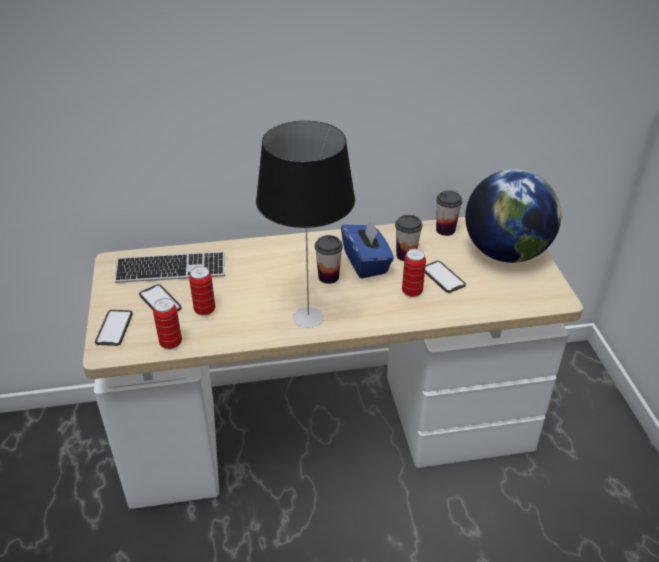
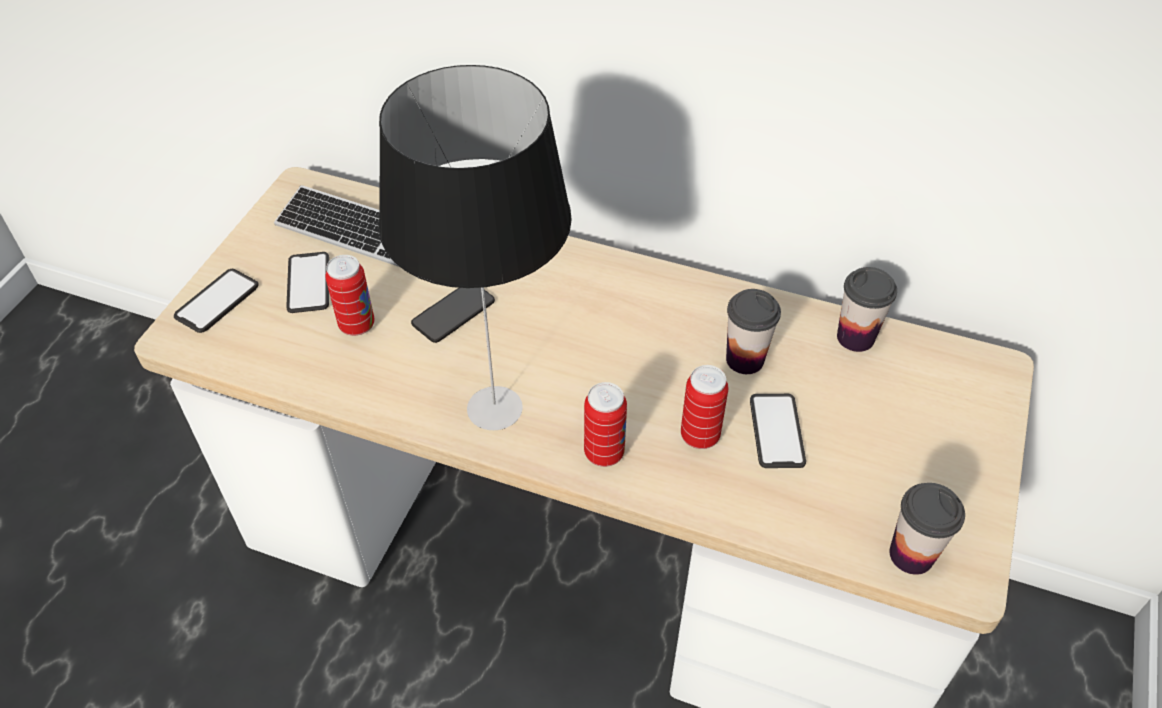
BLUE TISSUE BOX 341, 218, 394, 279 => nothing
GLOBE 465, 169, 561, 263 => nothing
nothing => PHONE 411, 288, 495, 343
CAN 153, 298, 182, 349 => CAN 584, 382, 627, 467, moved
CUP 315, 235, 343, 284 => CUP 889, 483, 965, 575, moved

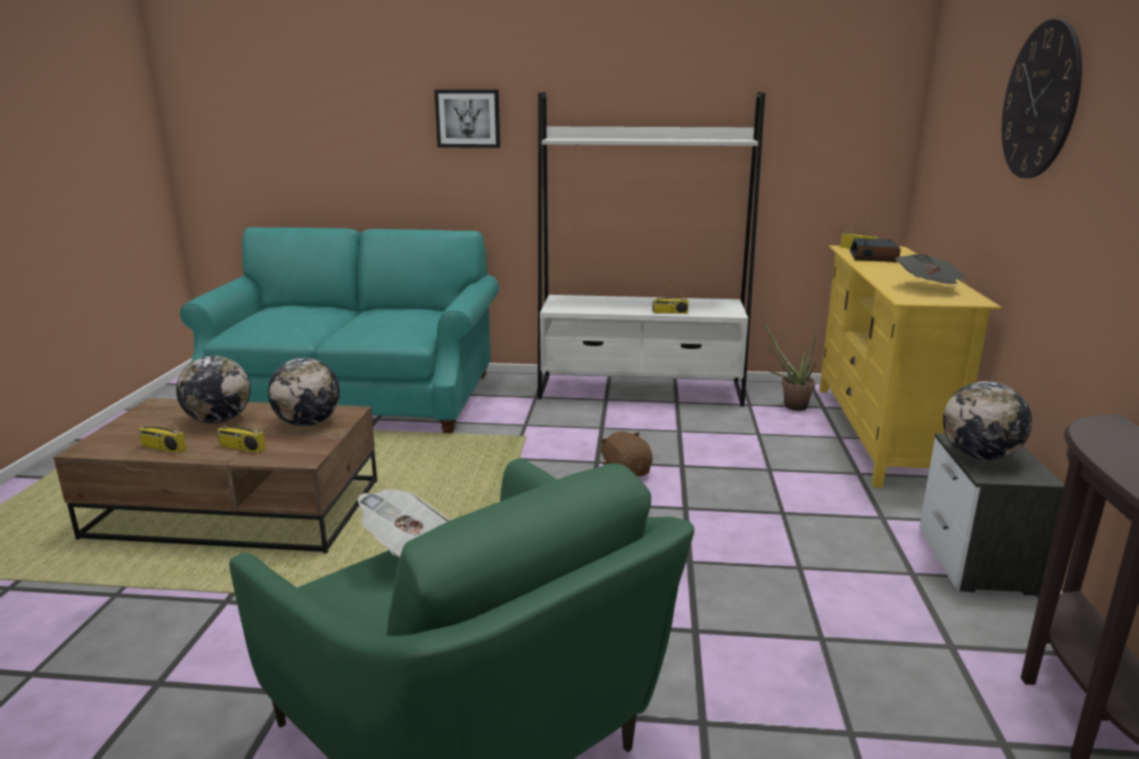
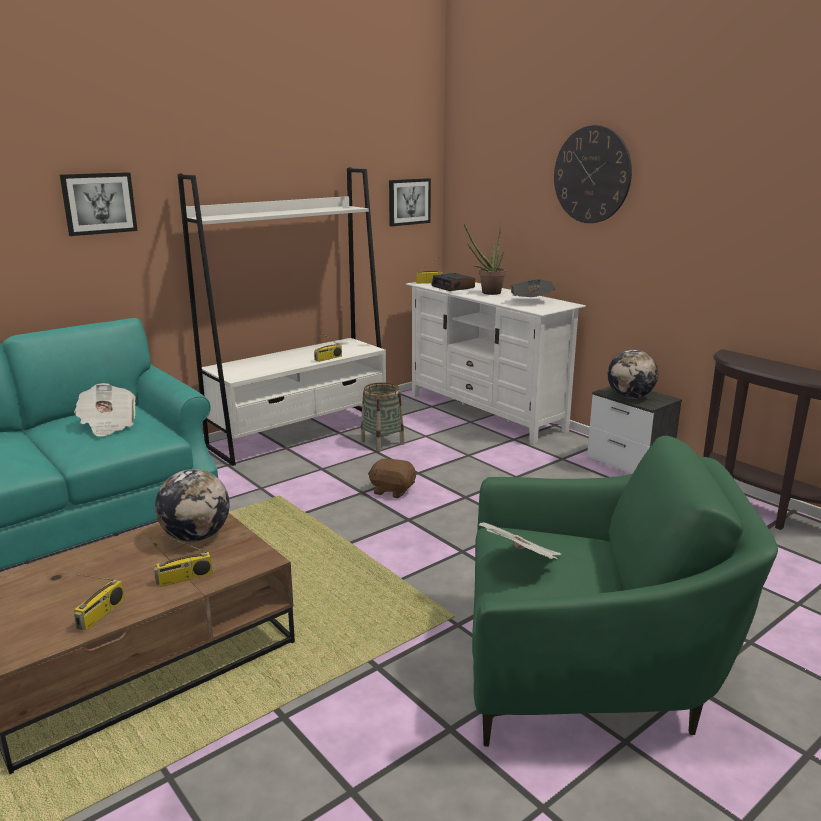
GLOBE 176, 356, 250, 424 => nothing
nothing => NEWSPAPER 74, 383, 136, 437
nothing => BASKET 360, 382, 405, 451
nothing => PICTURE 389, 178, 431, 226
POTTED PLANT 763, 322, 817, 411 => POTTED PLANT 464, 223, 506, 295, moved
YELLOW TV STAND 819, 245, 1002, 488 => WHITE TV STAND 406, 282, 586, 444
RADIO 139, 400, 186, 453 => RADIO 74, 574, 125, 631, 45 degrees counterclockwise

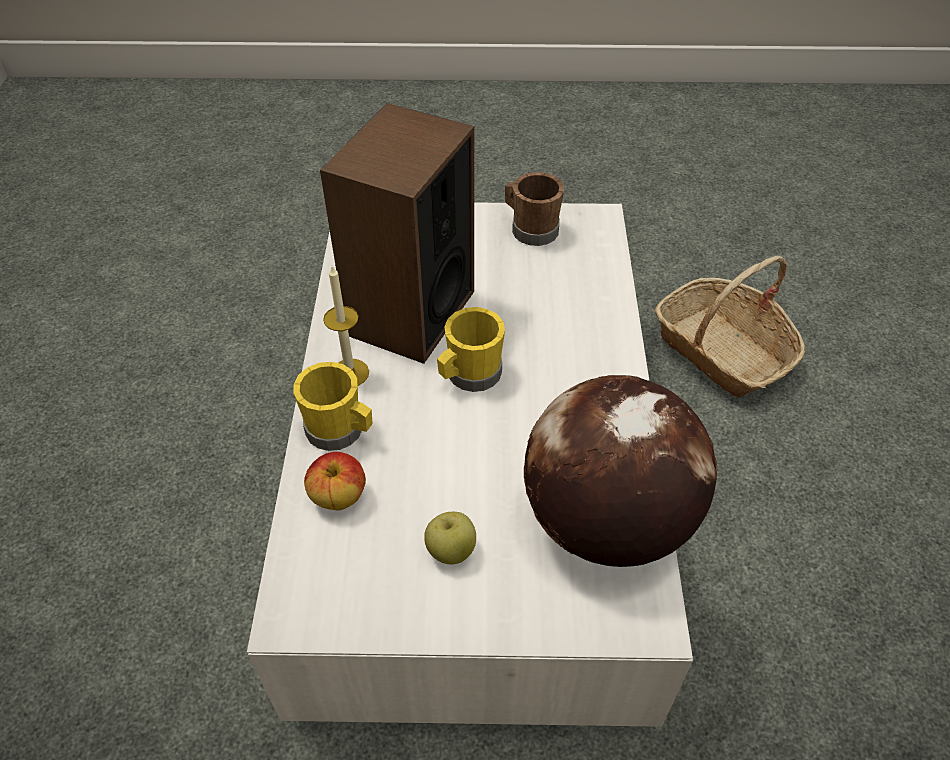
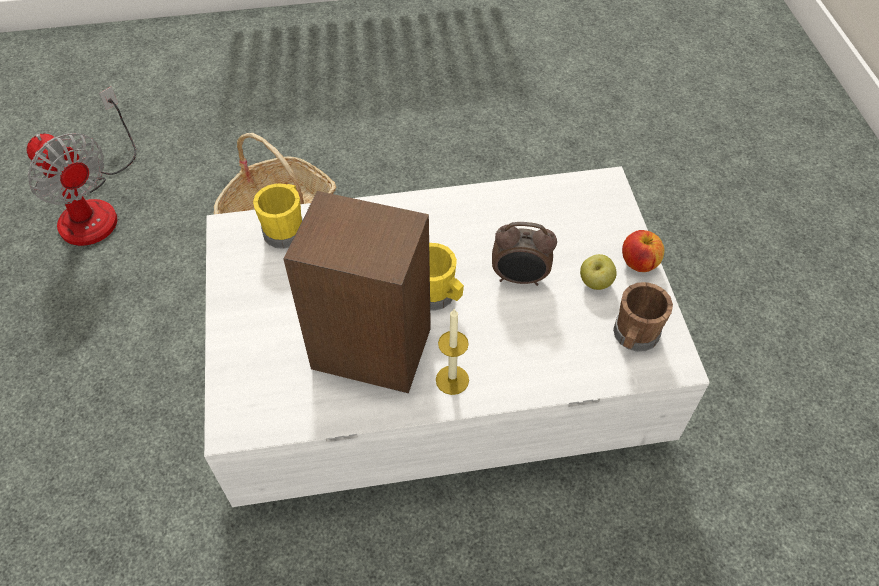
GLOBE 524, 375, 717, 567 => nothing
nothing => FAN 26, 87, 136, 246
nothing => ALARM CLOCK 492, 222, 557, 286
YELLOW MUG 293, 362, 373, 451 => YELLOW MUG 253, 183, 303, 249, moved
APPLE 304, 452, 366, 510 => APPLE 622, 230, 664, 272, moved
BROWN MUG 505, 172, 564, 246 => BROWN MUG 613, 282, 673, 352, moved

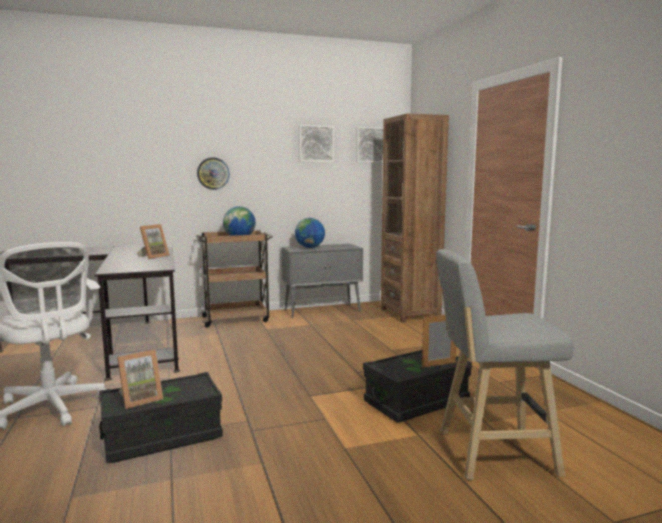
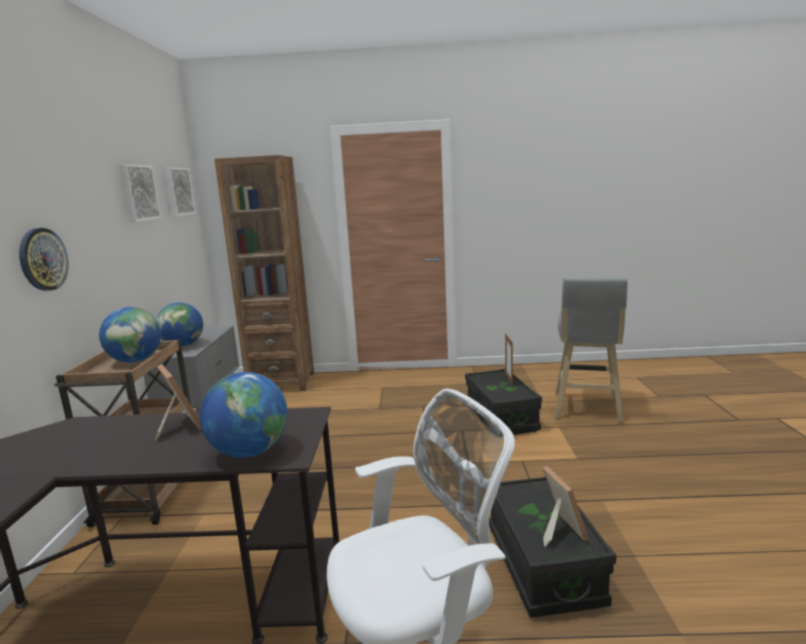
nothing => GLOBE 200, 372, 287, 458

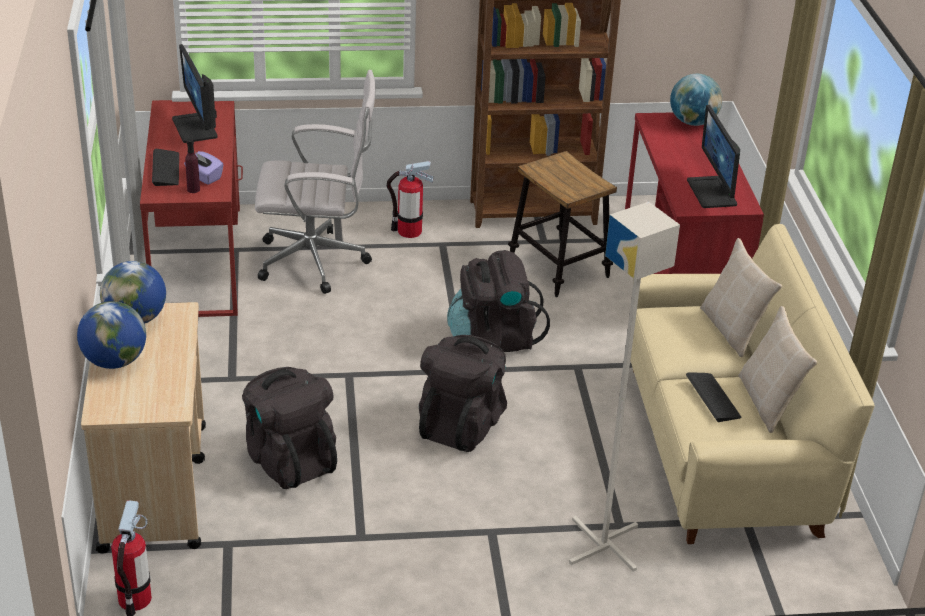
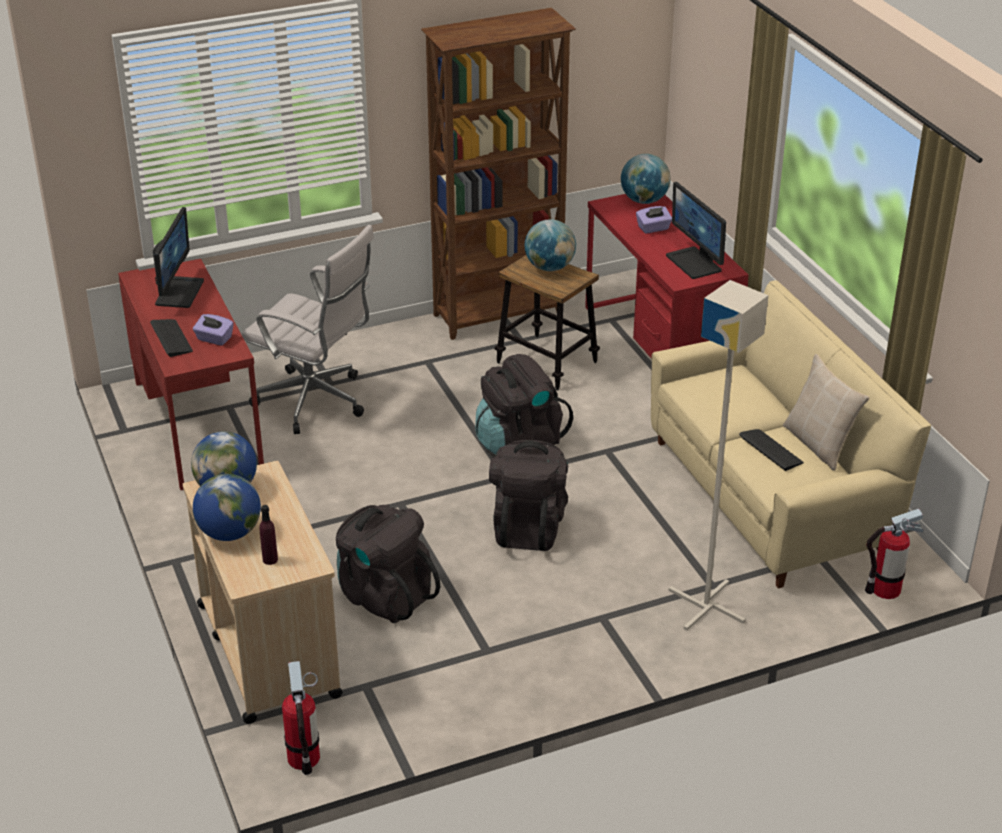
BEIGE PILLOW 700, 238, 782, 357 => nothing
nothing => GLOBE 525, 219, 576, 271
nothing => PURPLE TISSUE BOX 636, 206, 672, 234
PURPLE BOTTLE 185, 139, 200, 193 => PURPLE BOTTLE 259, 505, 278, 565, moved
FIRE EXTINGUISHER 387, 161, 433, 238 => FIRE EXTINGUISHER 865, 509, 924, 599, moved
MONITOR 172, 44, 218, 143 => MONITOR 153, 207, 204, 308, 135 degrees counterclockwise
WHITE OFFICE CHAIR 255, 70, 375, 294 => WHITE OFFICE CHAIR 241, 225, 374, 434, 45 degrees clockwise

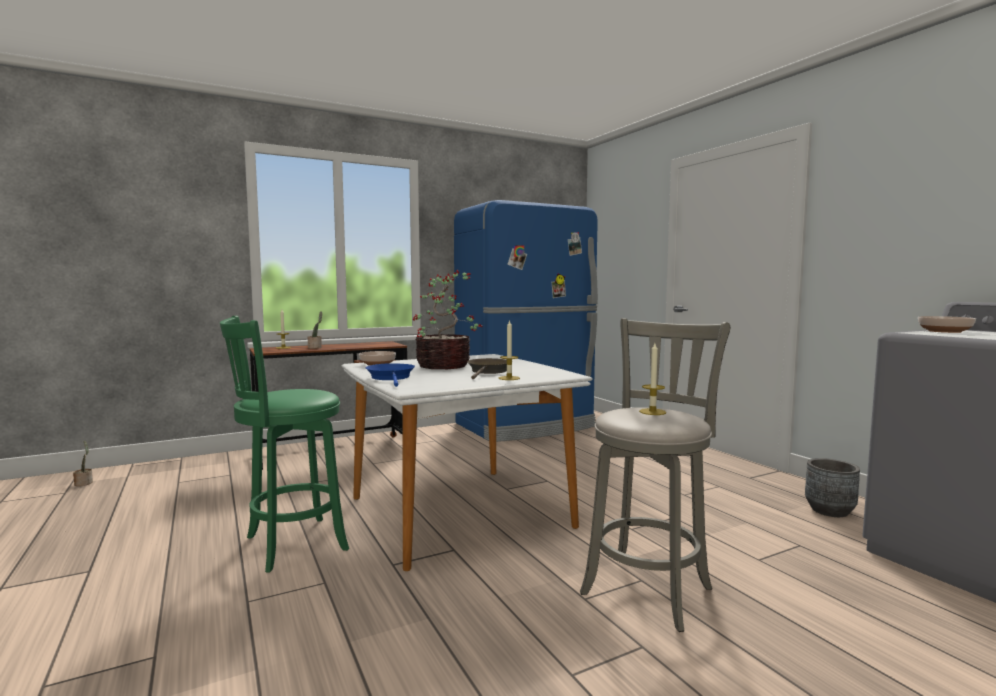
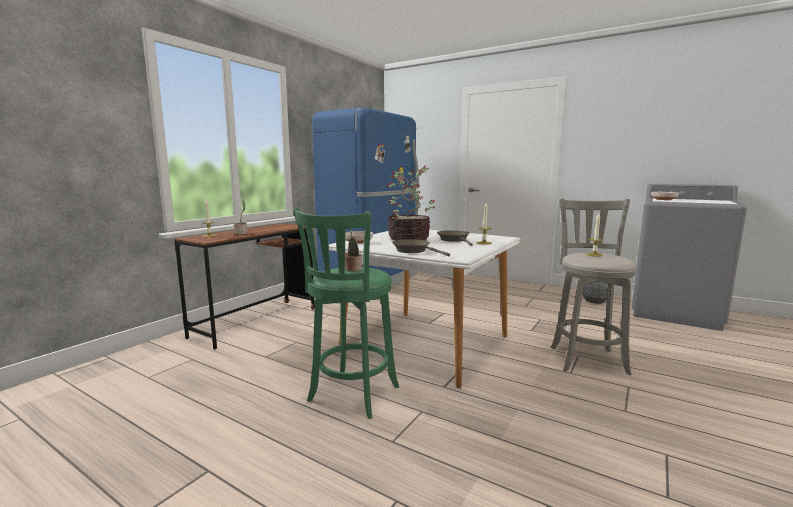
POTTED PLANT 73, 440, 93, 486 => POTTED PLANT 345, 229, 362, 272, moved
BLUE FRYING PAN 366, 363, 415, 387 => BROWN FRYING PAN 392, 239, 450, 256

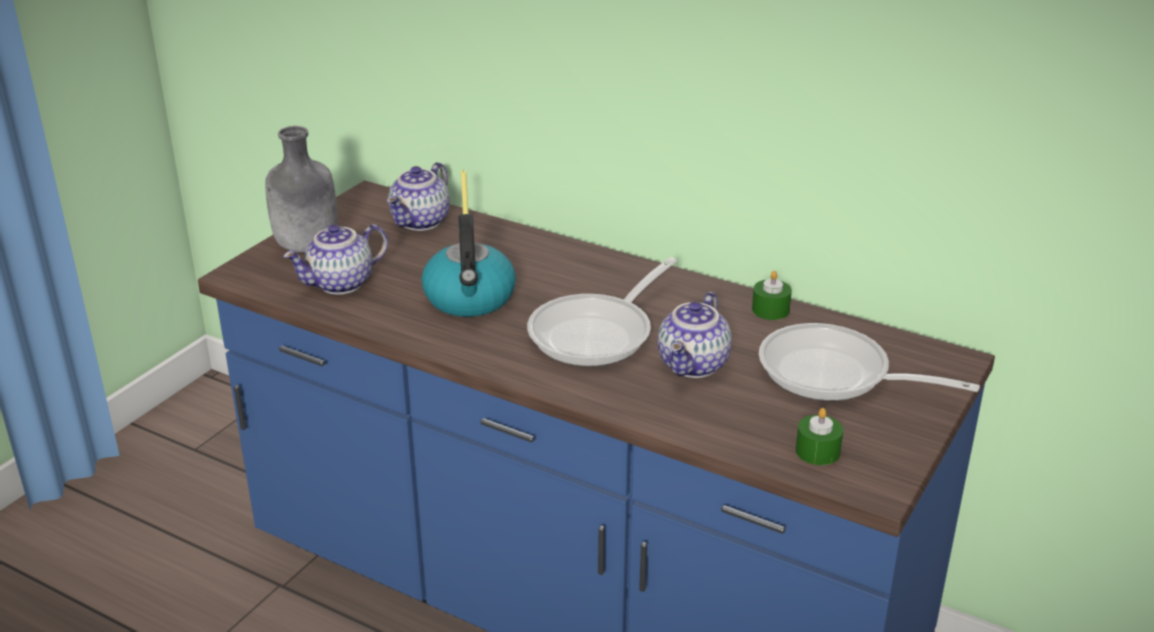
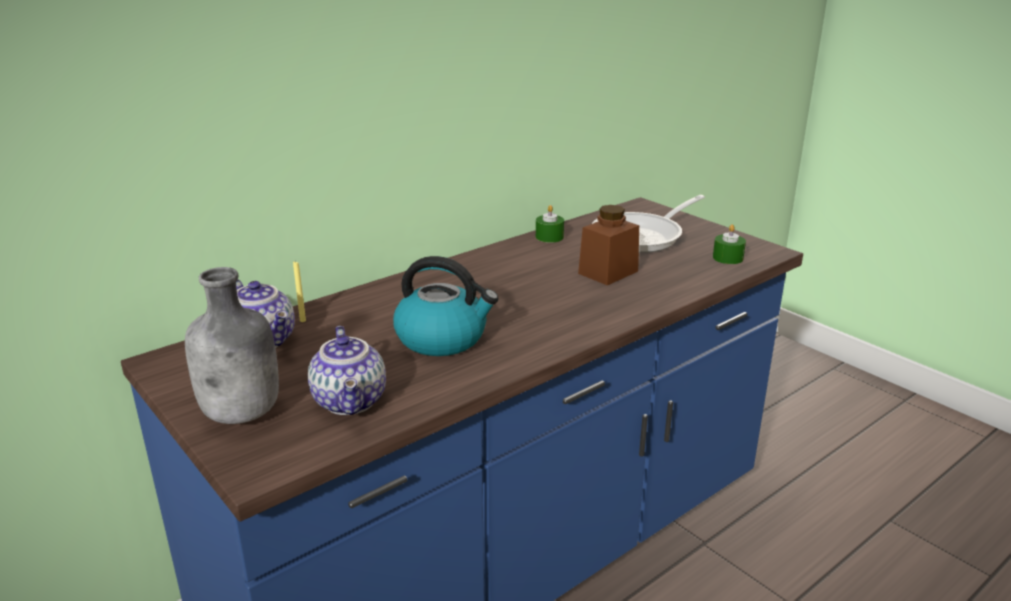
FRYING PAN 527, 257, 677, 366 => nothing
TEAPOT 658, 292, 732, 378 => BROWN JAR 578, 205, 639, 285

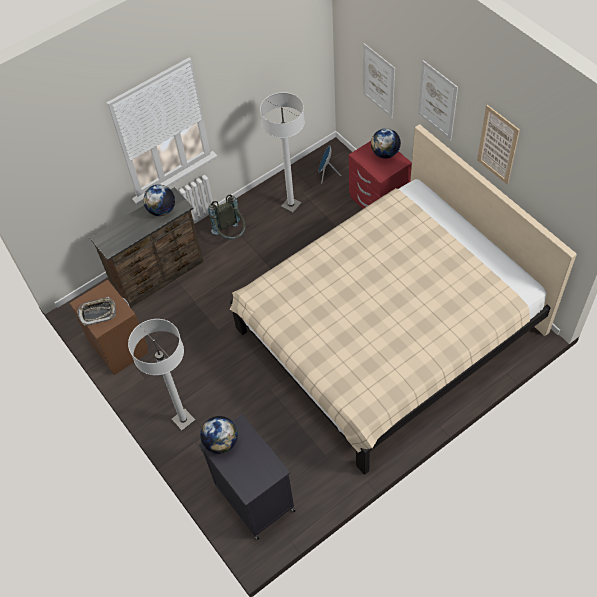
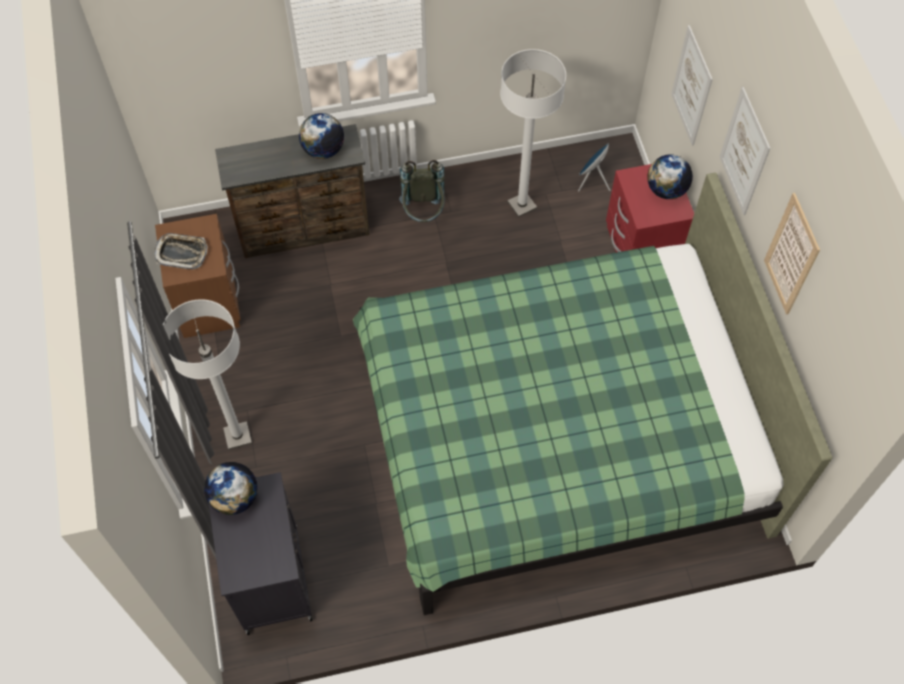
BEIGE BED 230, 124, 577, 475 => GREEN BED 353, 172, 833, 615

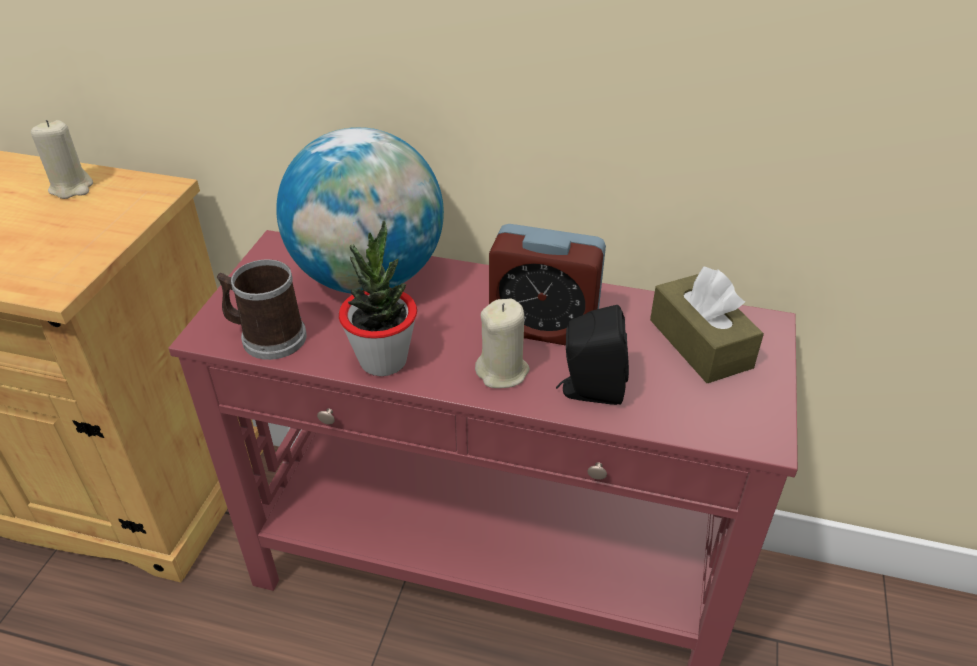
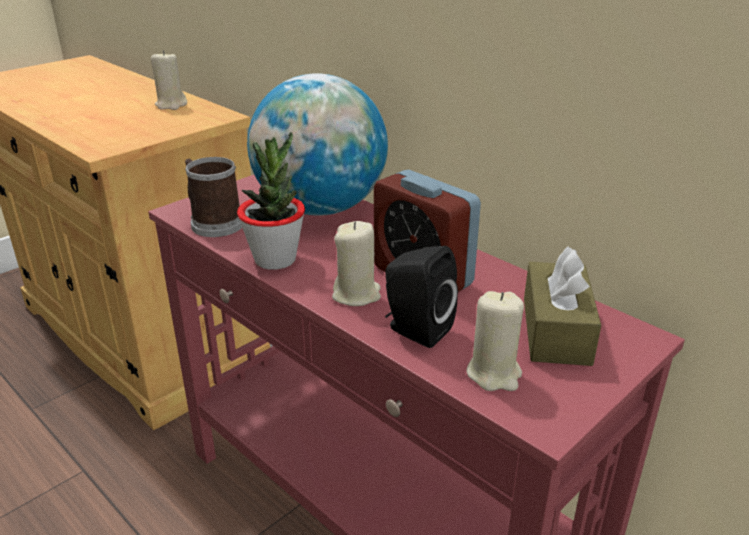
nothing => BEIGE CANDLE 467, 291, 524, 391

